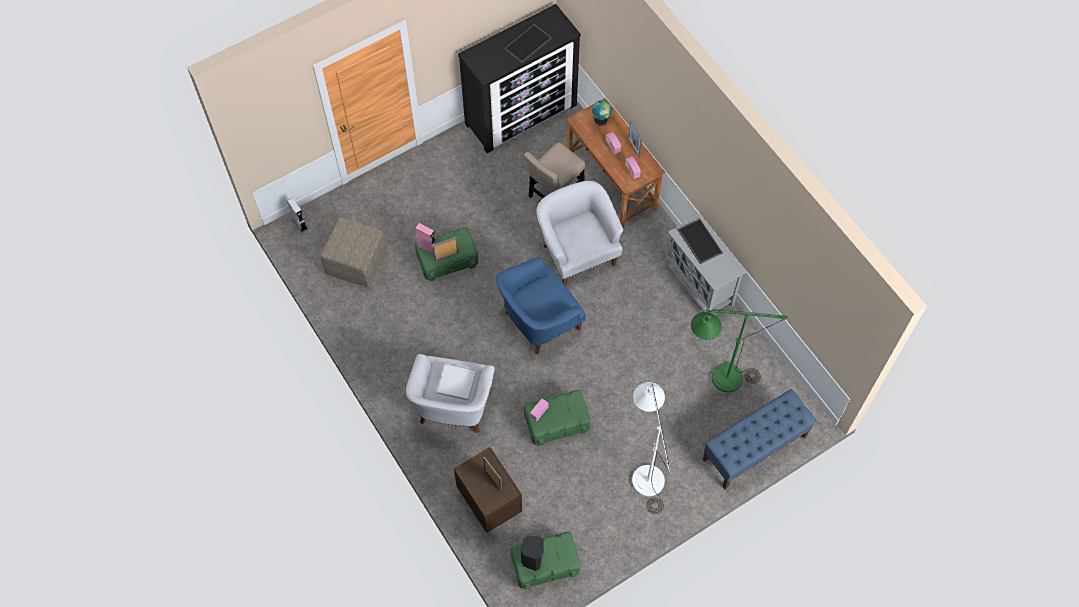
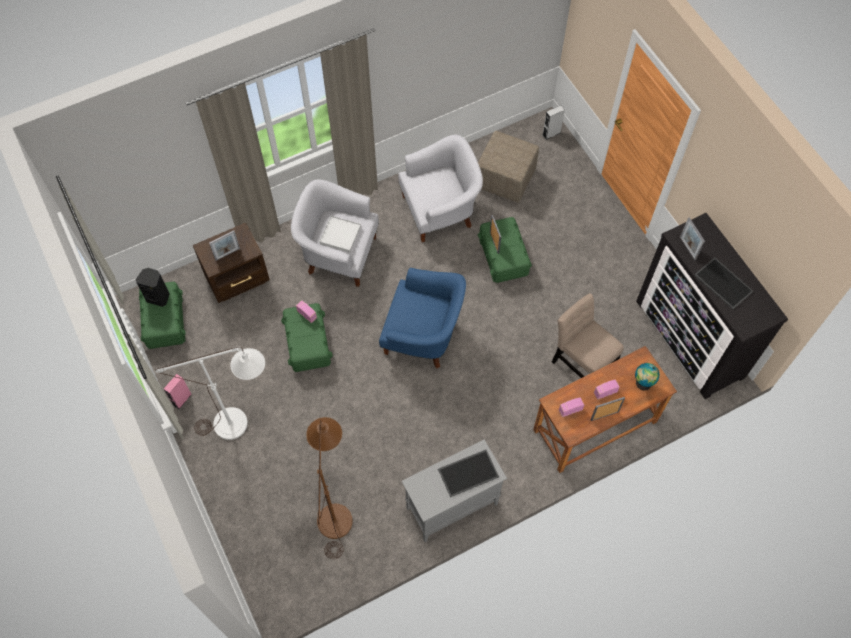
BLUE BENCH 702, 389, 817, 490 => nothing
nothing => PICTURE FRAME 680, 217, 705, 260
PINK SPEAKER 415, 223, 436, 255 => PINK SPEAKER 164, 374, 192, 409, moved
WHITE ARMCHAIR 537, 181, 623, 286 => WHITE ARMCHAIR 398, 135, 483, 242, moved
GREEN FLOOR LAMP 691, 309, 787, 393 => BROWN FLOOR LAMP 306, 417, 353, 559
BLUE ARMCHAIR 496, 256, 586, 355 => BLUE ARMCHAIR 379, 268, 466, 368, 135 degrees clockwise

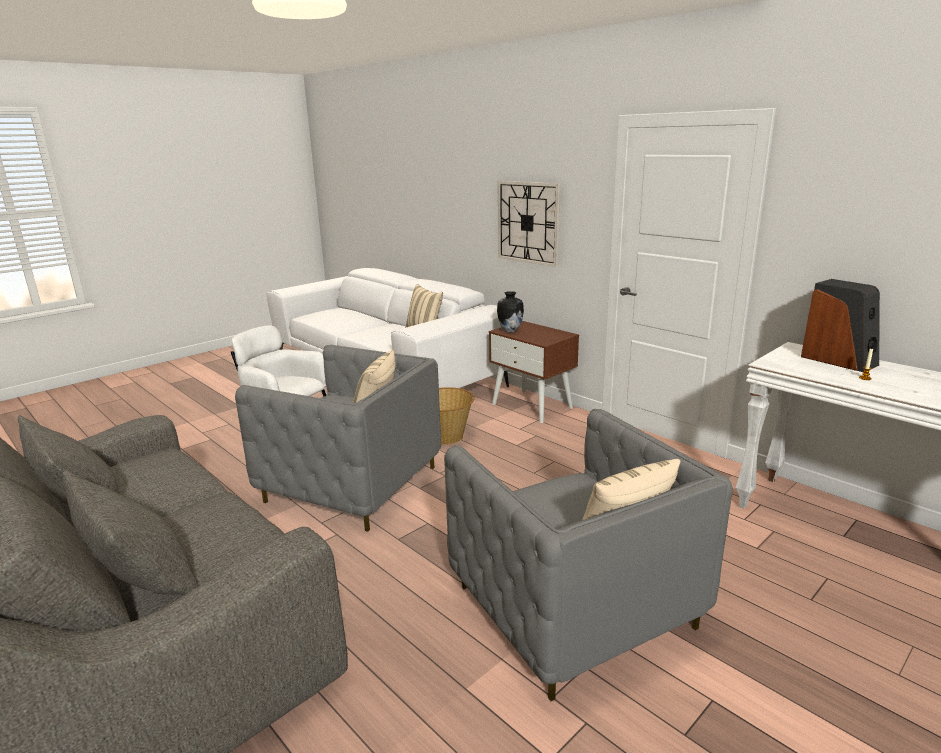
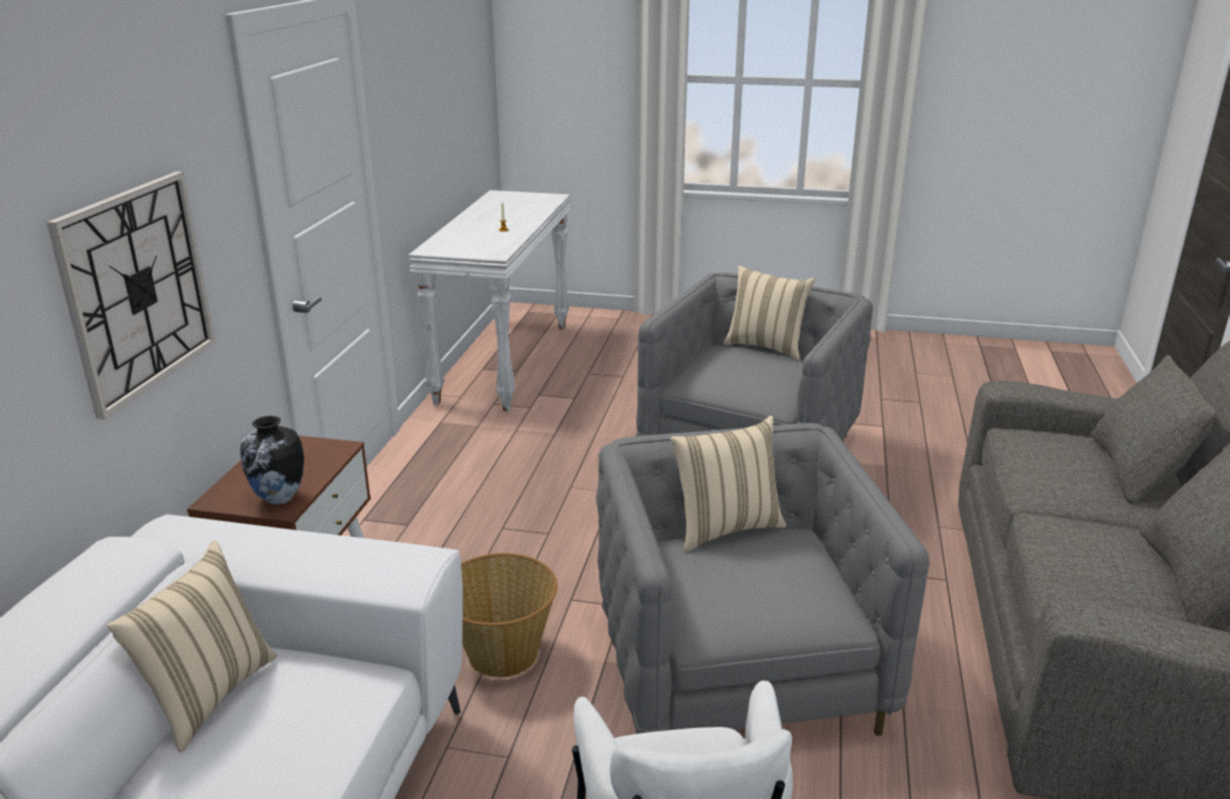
SPEAKER 801, 279, 880, 372 => nothing

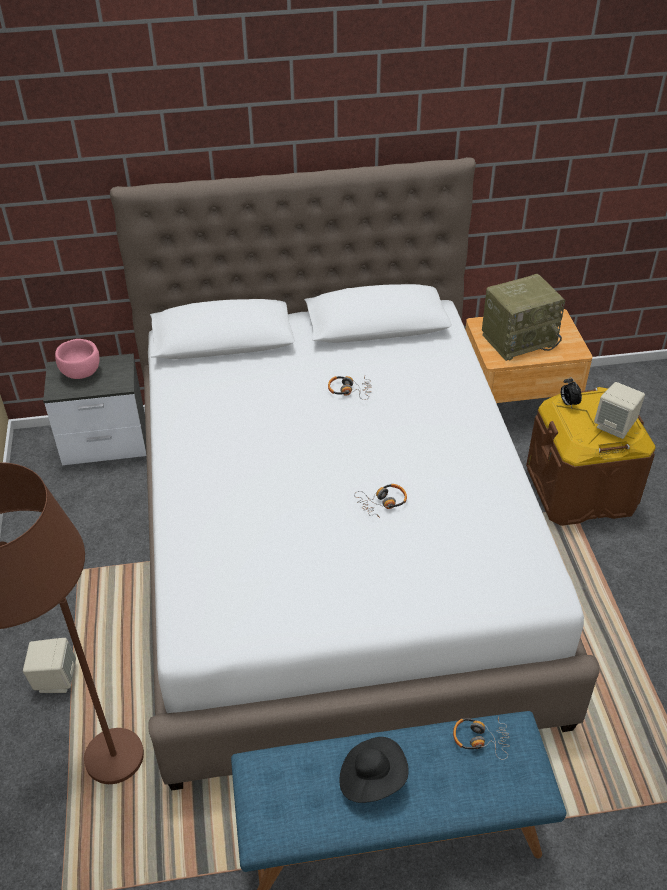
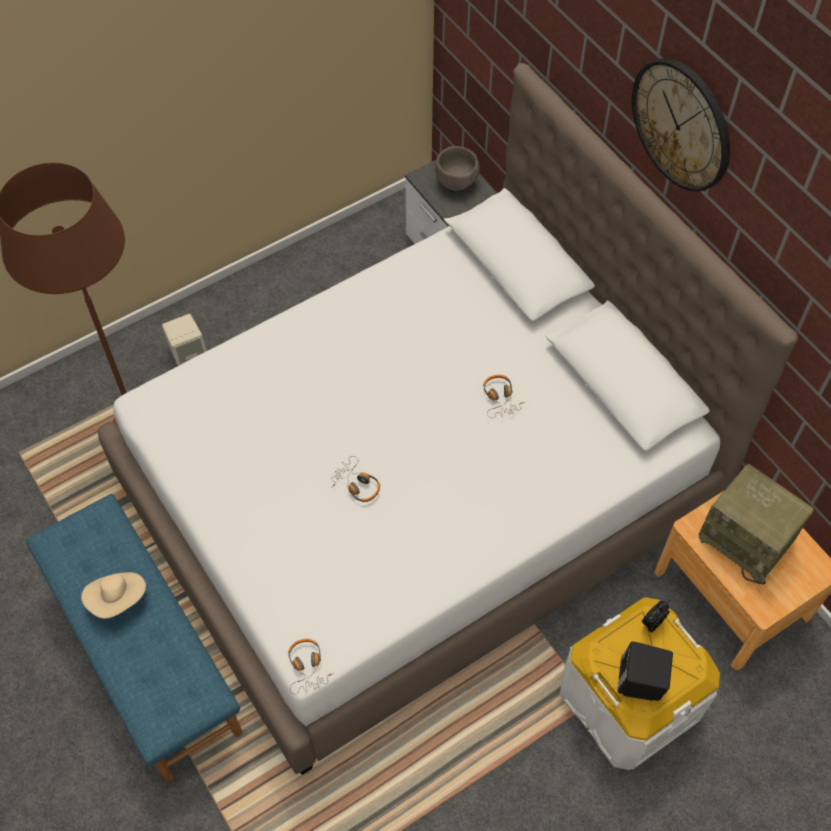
nothing => WALL CLOCK 632, 58, 730, 192
HEADPHONES 453, 716, 510, 760 => HEADPHONES 288, 639, 334, 695, moved
PINK BOWL 55, 339, 100, 379 => BROWN BOWL 435, 146, 480, 191
BLACK HAT 340, 737, 409, 803 => BEIGE HAT 81, 572, 146, 619
BROWN STORAGE BOX 526, 387, 655, 526 => WHITE STORAGE BOX 560, 597, 720, 770
BEIGE SPEAKER 594, 382, 645, 439 => BLACK SPEAKER 617, 641, 673, 701

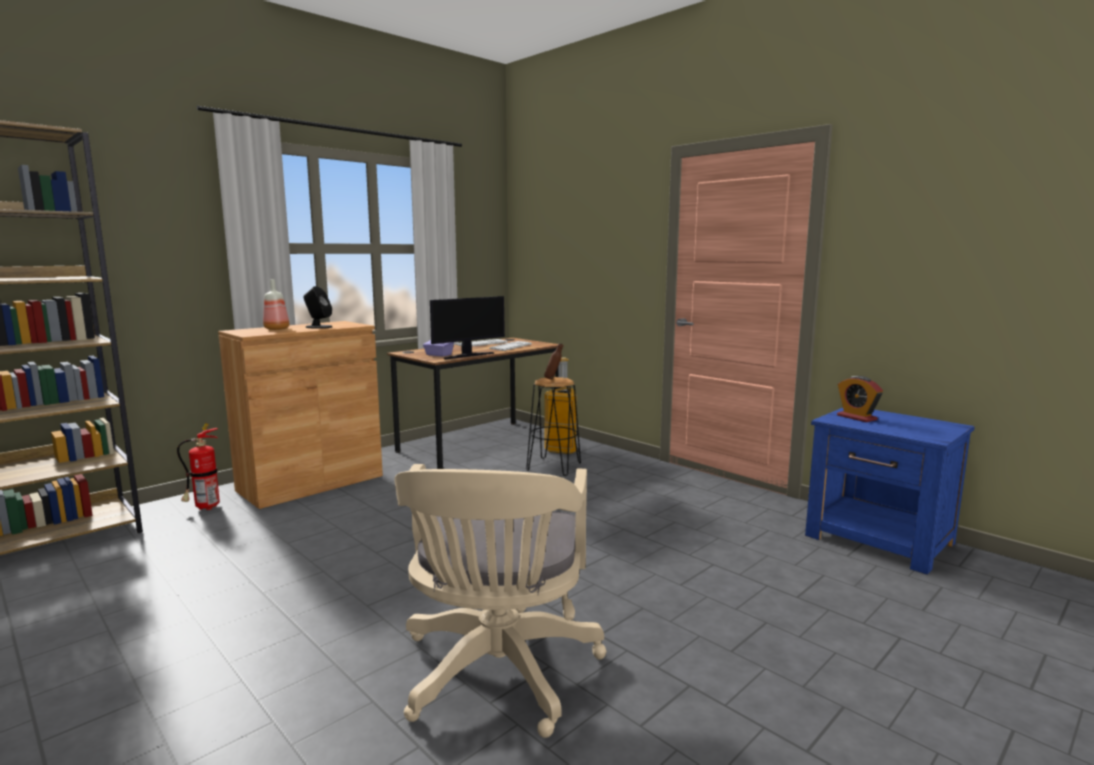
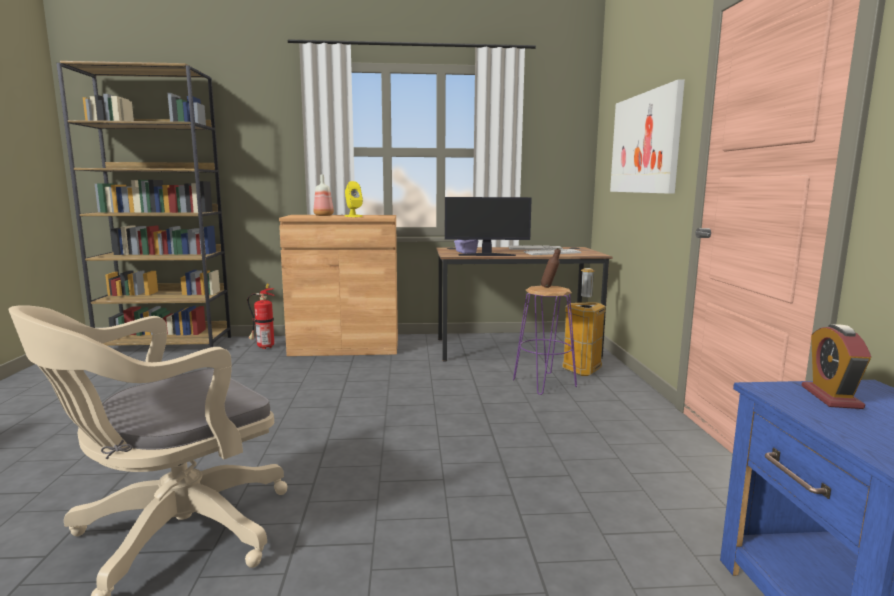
nothing => PICTURE 610, 79, 685, 194
BLACK SPEAKER 303, 286, 332, 329 => YELLOW SPEAKER 345, 181, 363, 217
BLACK STOOL 526, 377, 581, 476 => PURPLE STOOL 513, 285, 577, 395

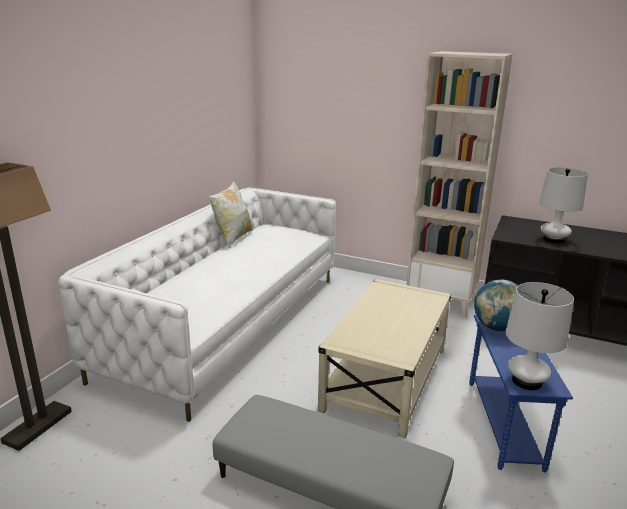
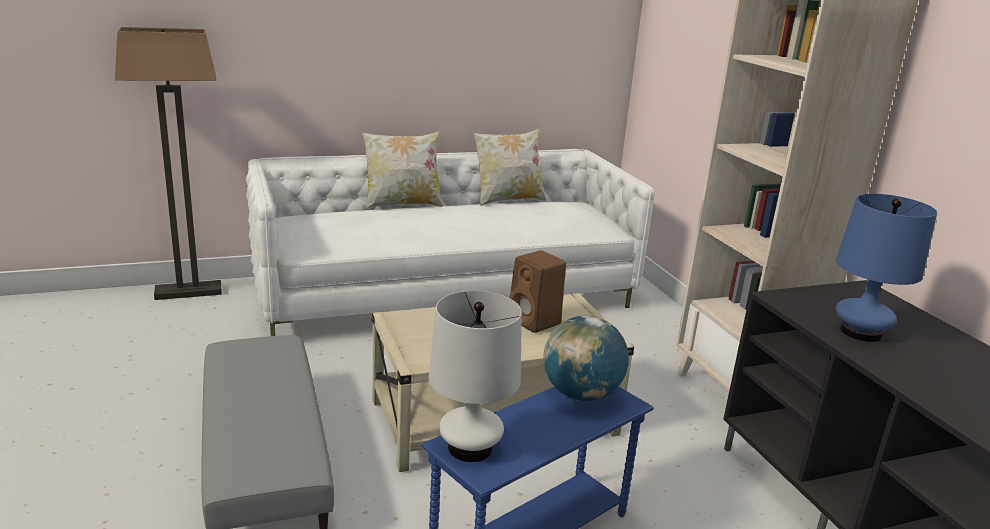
nothing => PILLOW 362, 131, 443, 209
nothing => BROWN SPEAKER 509, 250, 566, 333
WHITE TABLE LAMP 539, 167, 588, 244 => BLUE TABLE LAMP 836, 194, 937, 342

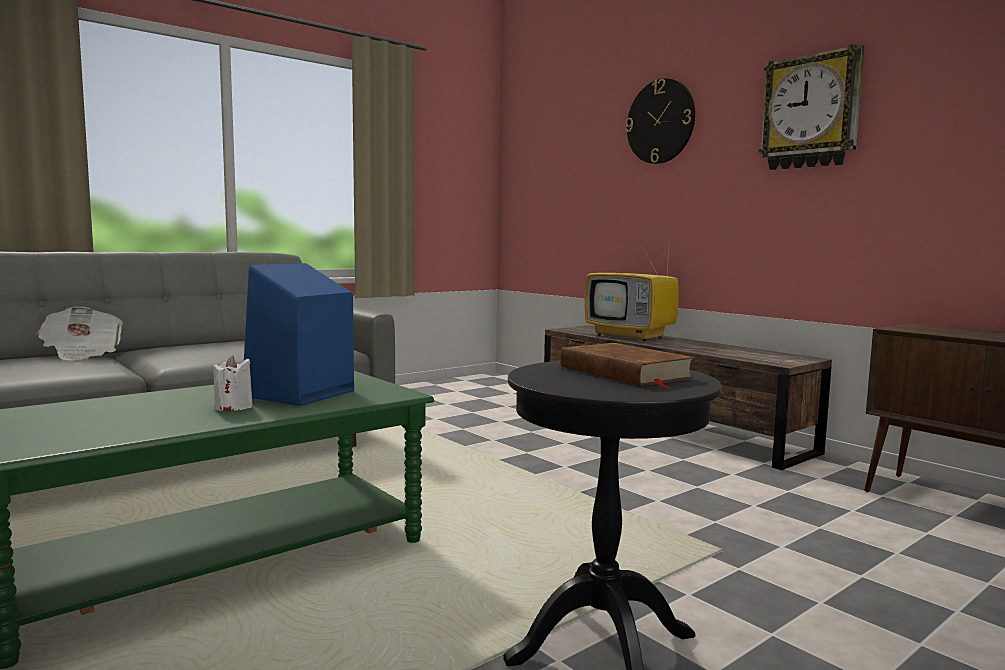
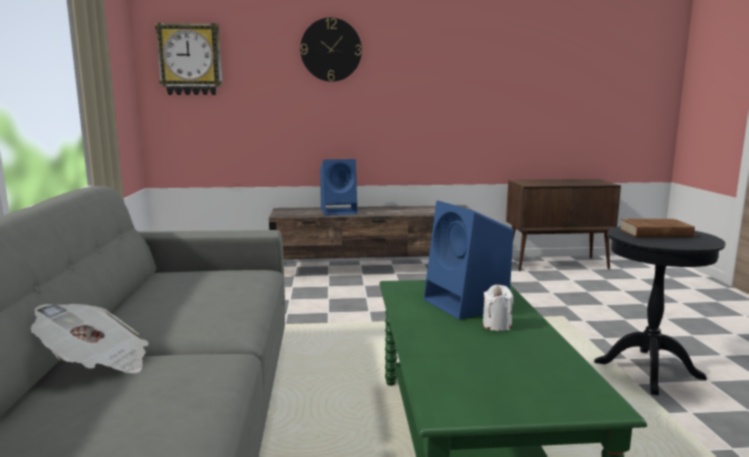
WALL CLOCK 759, 44, 865, 170 => WALL CLOCK 155, 23, 222, 95, moved
TELEVISION 585, 228, 679, 341 => BLUE SPEAKER 320, 159, 358, 215

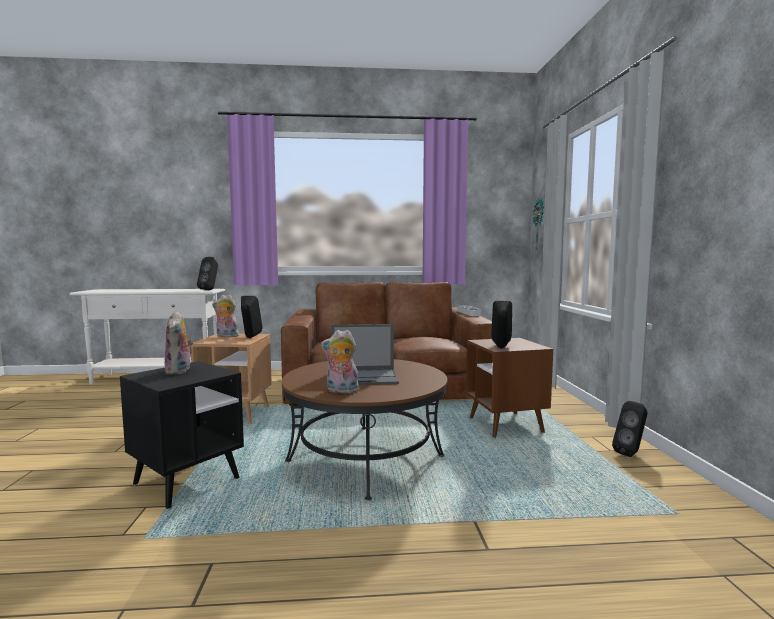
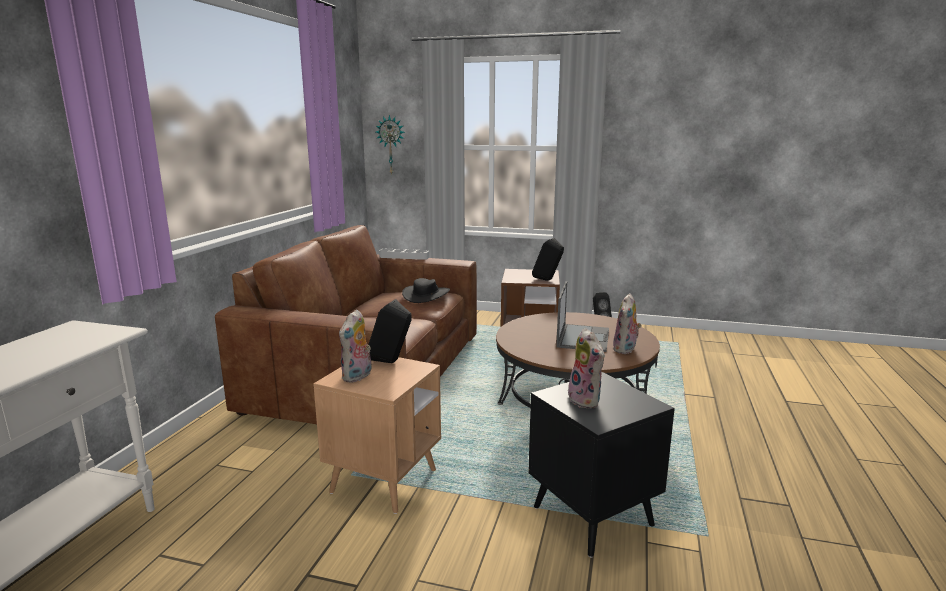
BLACK SPEAKER 197, 257, 218, 290 => nothing
nothing => BLACK HAT 402, 278, 450, 303
PLUSH TOY 165, 311, 193, 375 => PLUSH TOY 566, 328, 604, 409, 60 degrees clockwise

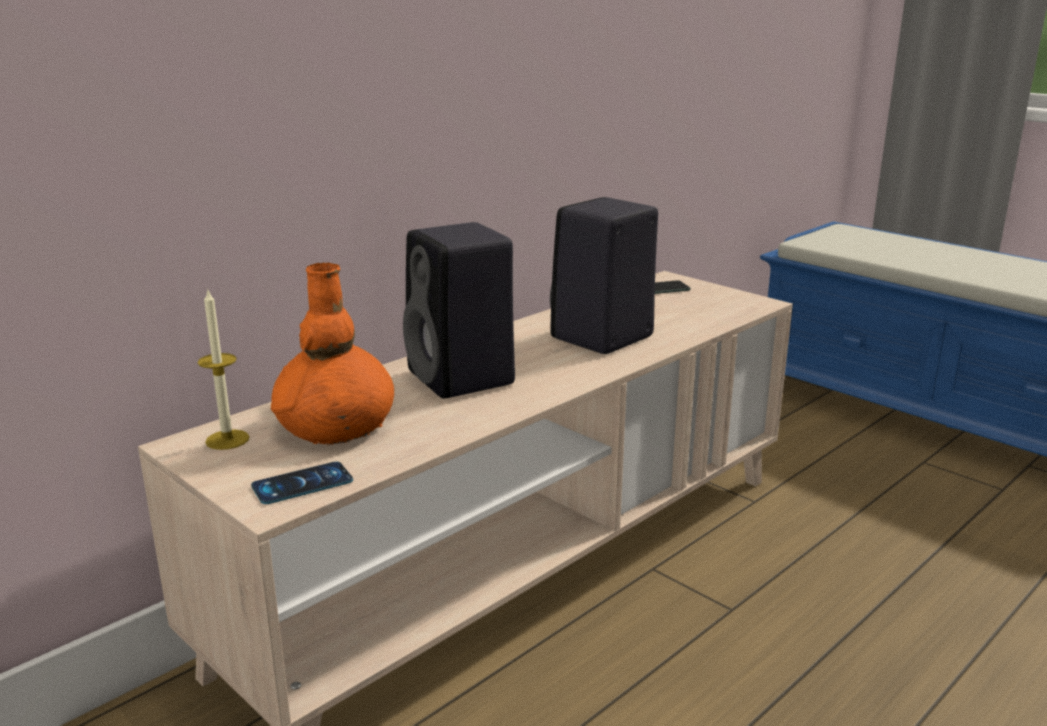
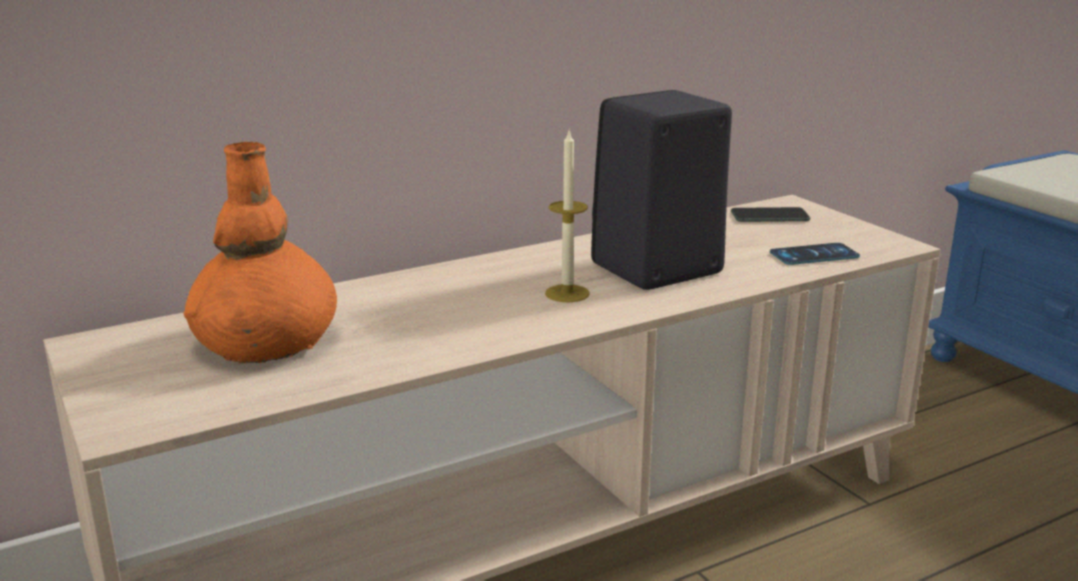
BLACK SPEAKER 403, 222, 515, 399 => nothing
CANDLE 198, 288, 249, 450 => CANDLE 545, 131, 590, 302, moved
PHONE 251, 462, 353, 504 => PHONE 770, 243, 860, 265, moved

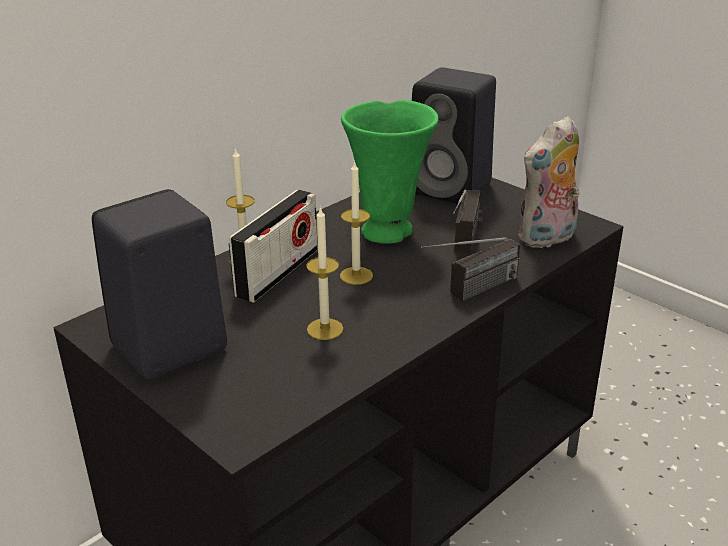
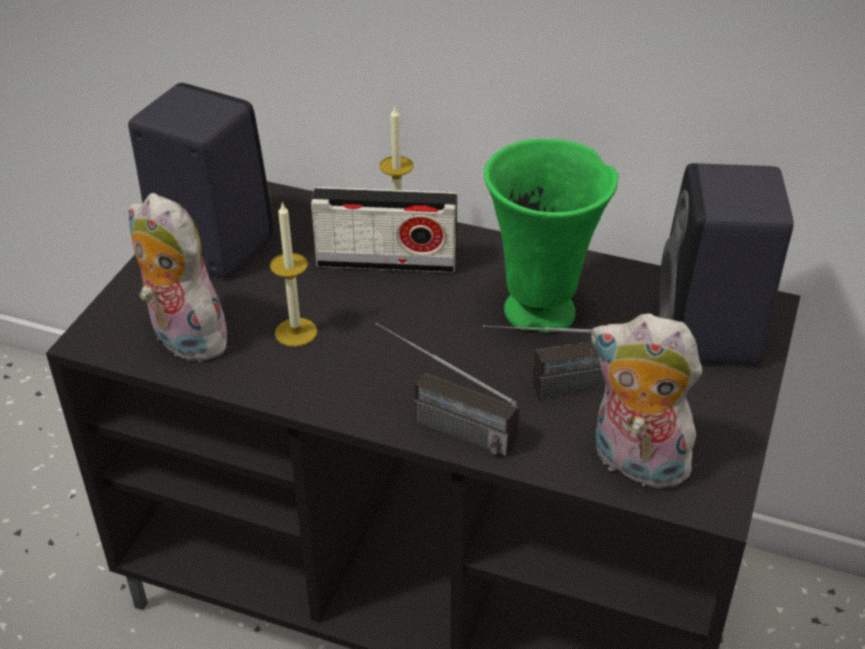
CANDLE 340, 160, 373, 285 => nothing
nothing => PLUSH TOY 129, 193, 236, 362

